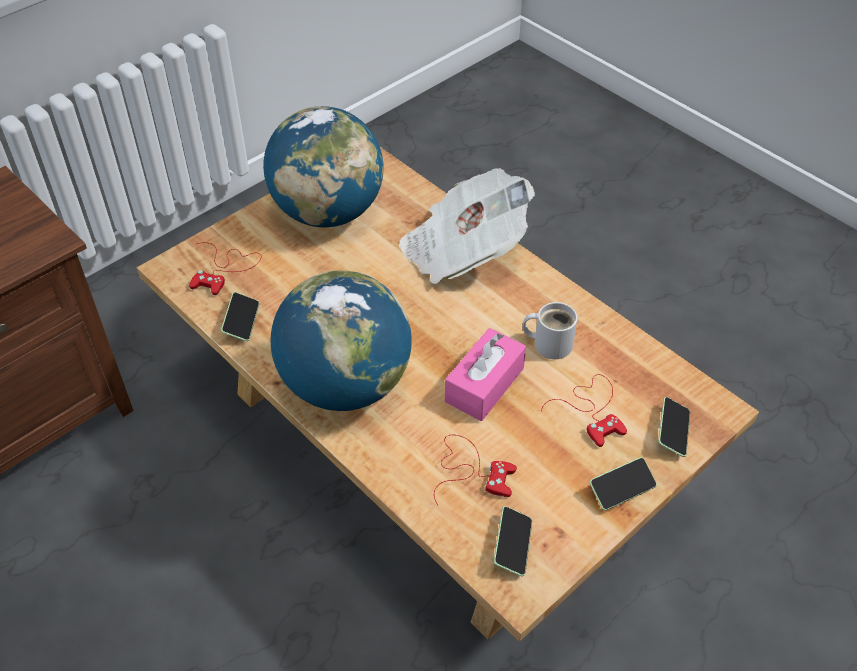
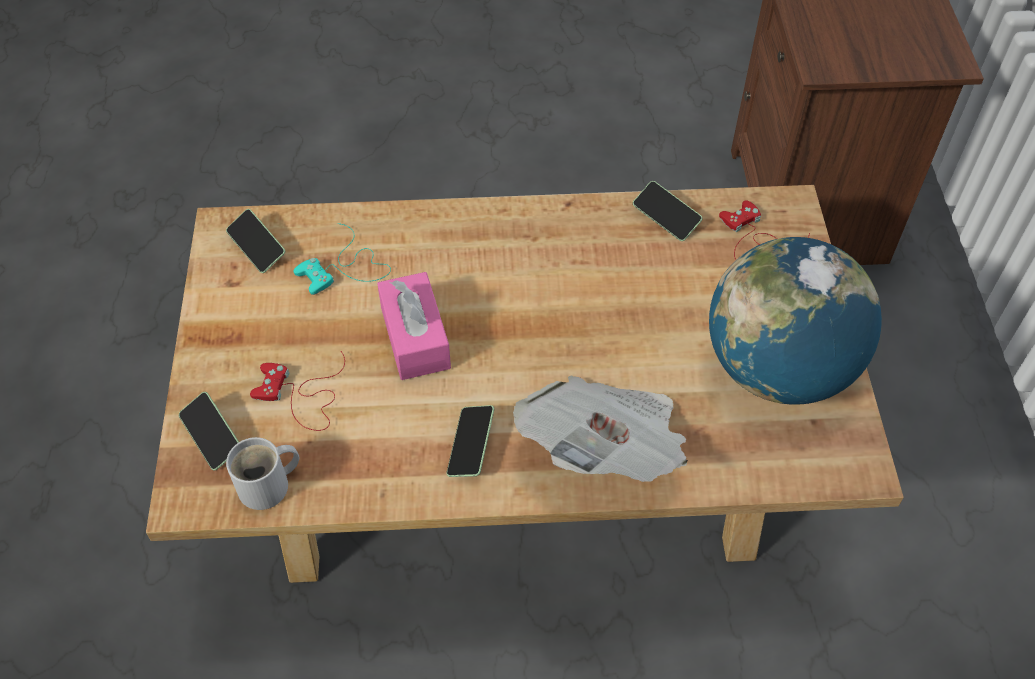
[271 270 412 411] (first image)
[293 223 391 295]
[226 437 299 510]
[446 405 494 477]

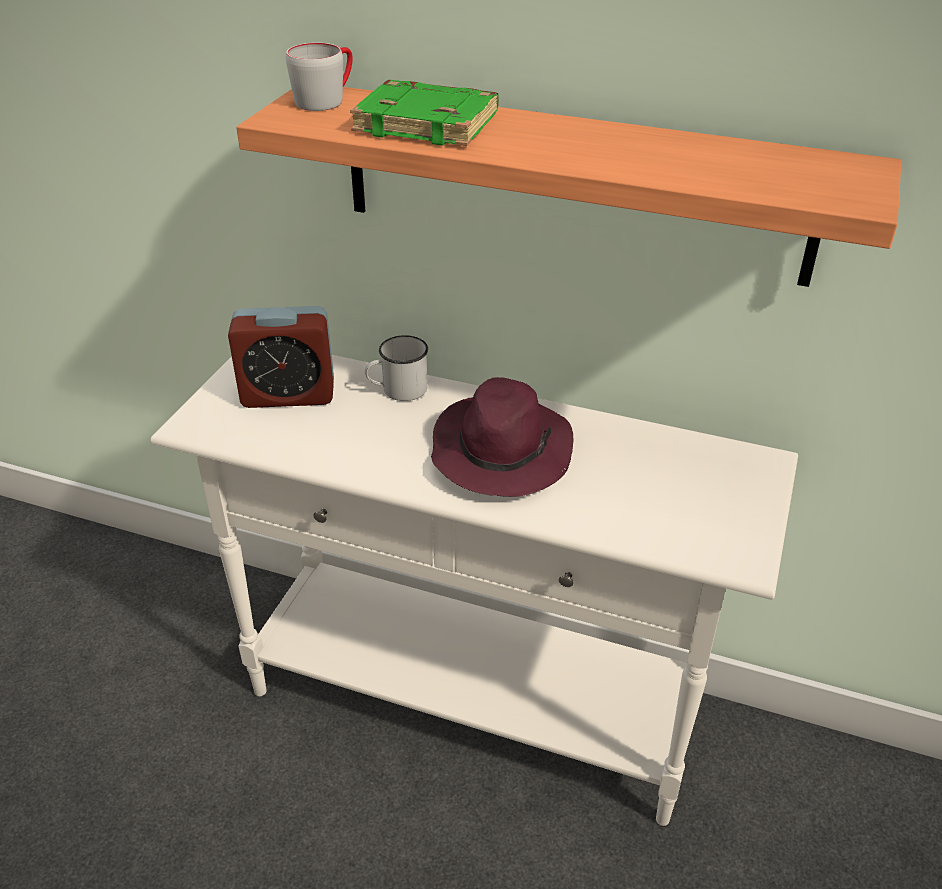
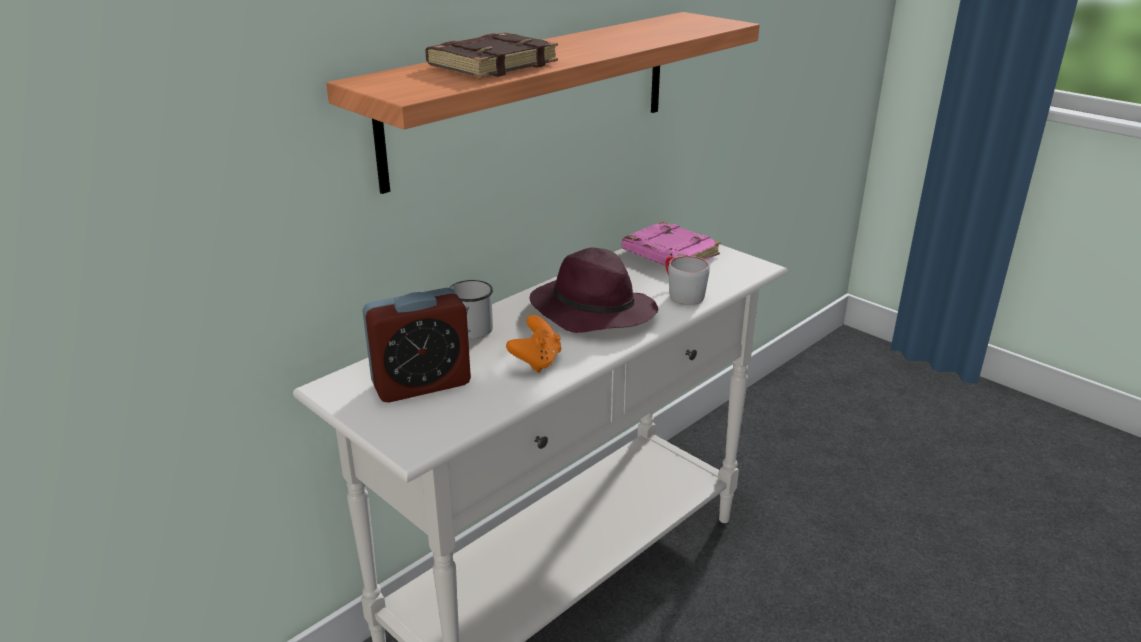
[362 288 471 403]
[666 256 710 305]
[425 33 558 78]
[506 315 561 373]
[622 221 721 266]

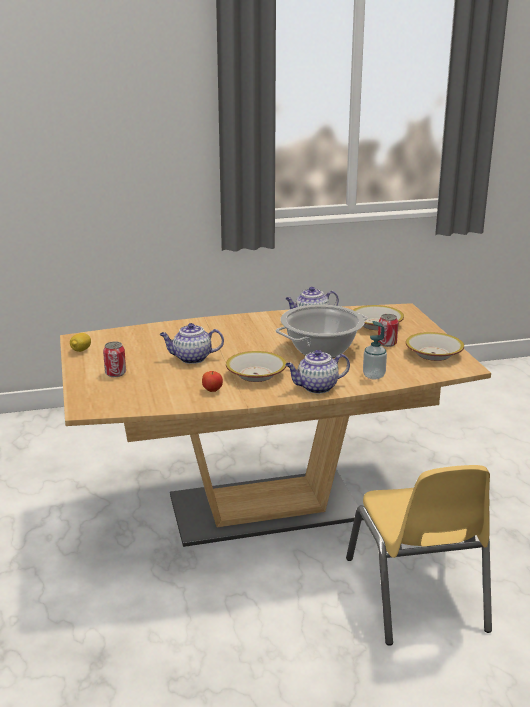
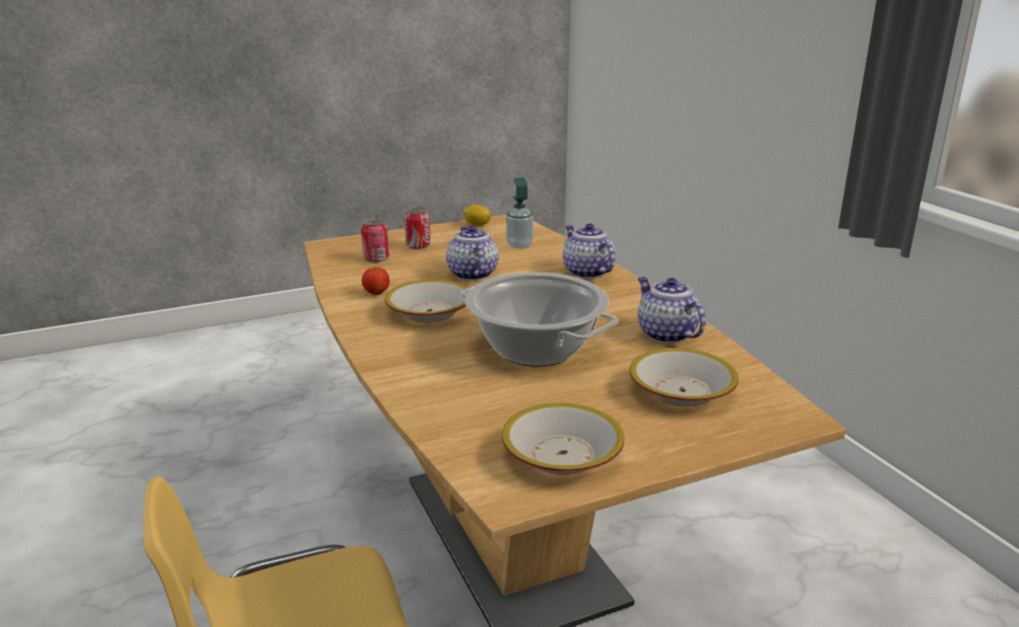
[563 223 615 278]
[506 177 533 249]
[361 218 389 262]

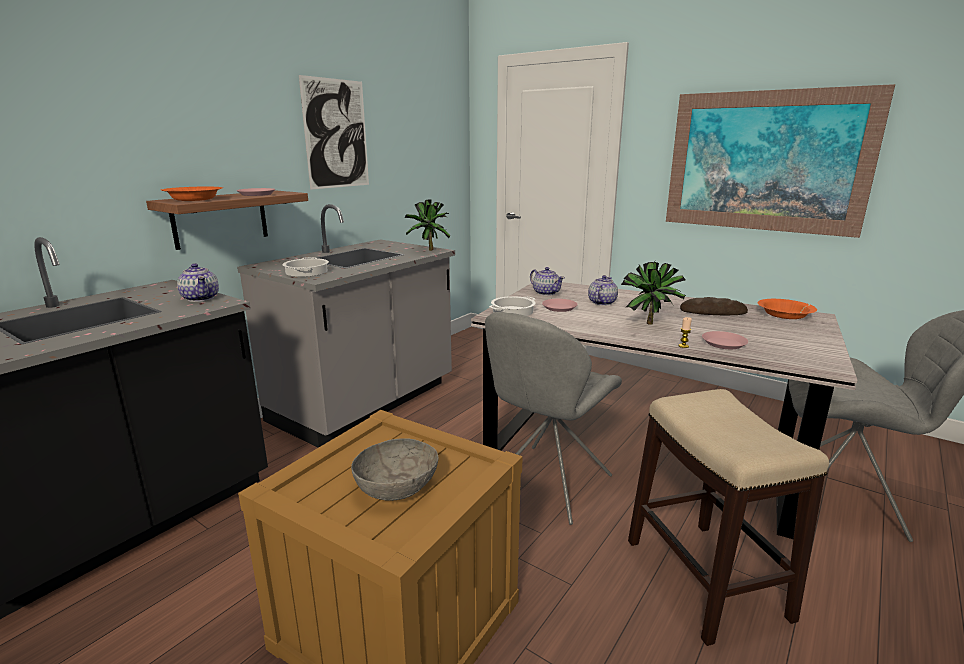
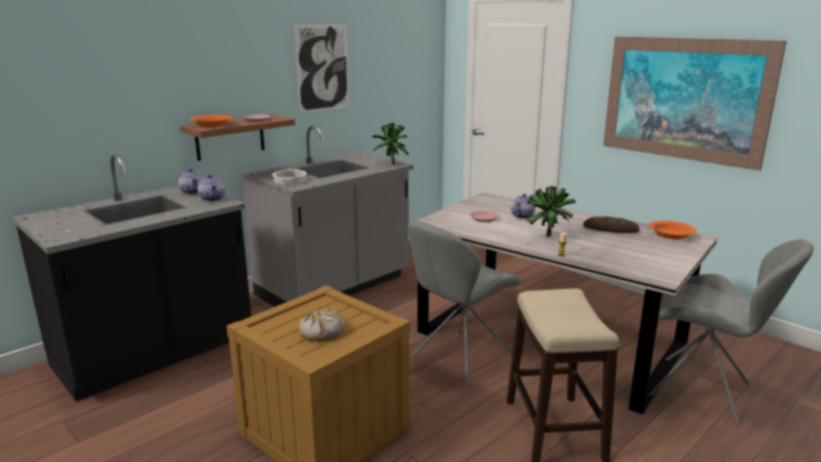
[299 309 346 341]
[489 296 536 316] (first image)
[178 168 204 194]
[702 331 748 349] (first image)

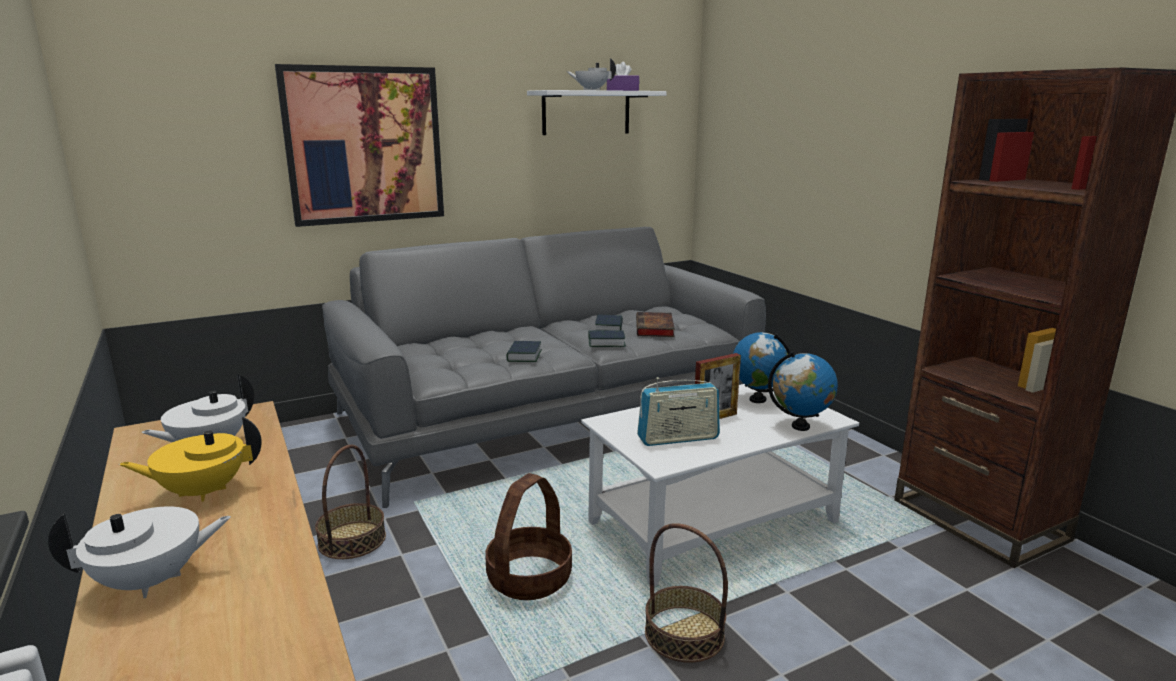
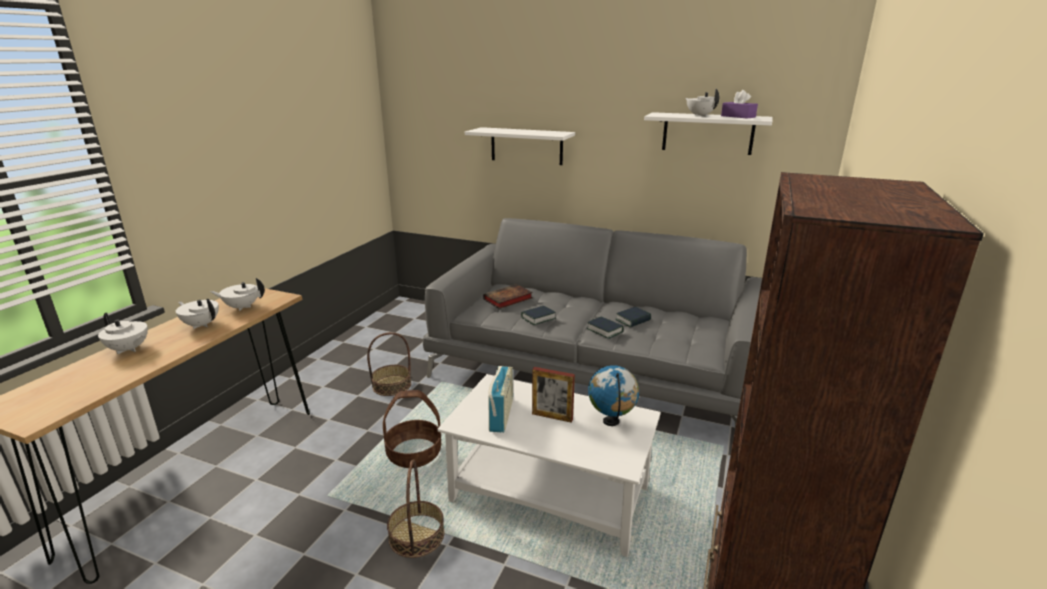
[176 299 219 329]
[465 127 575 165]
[483 284 533 309]
[488 366 513 433]
[768 351 838 431] (first image)

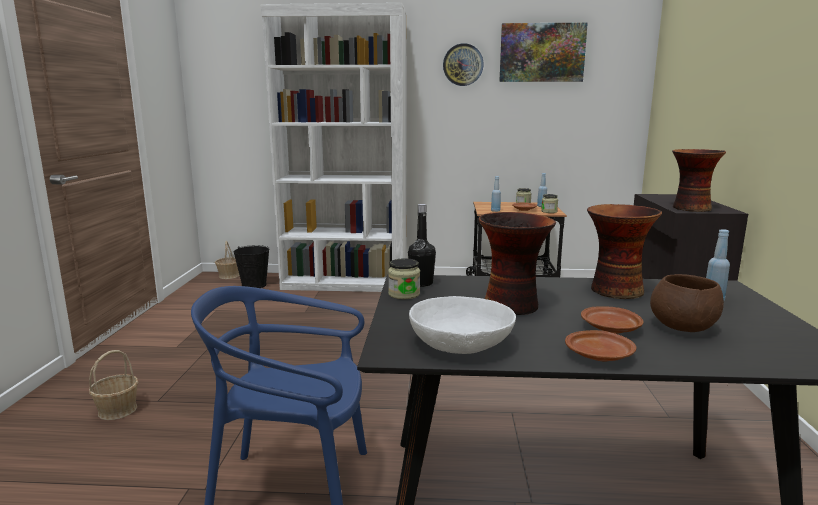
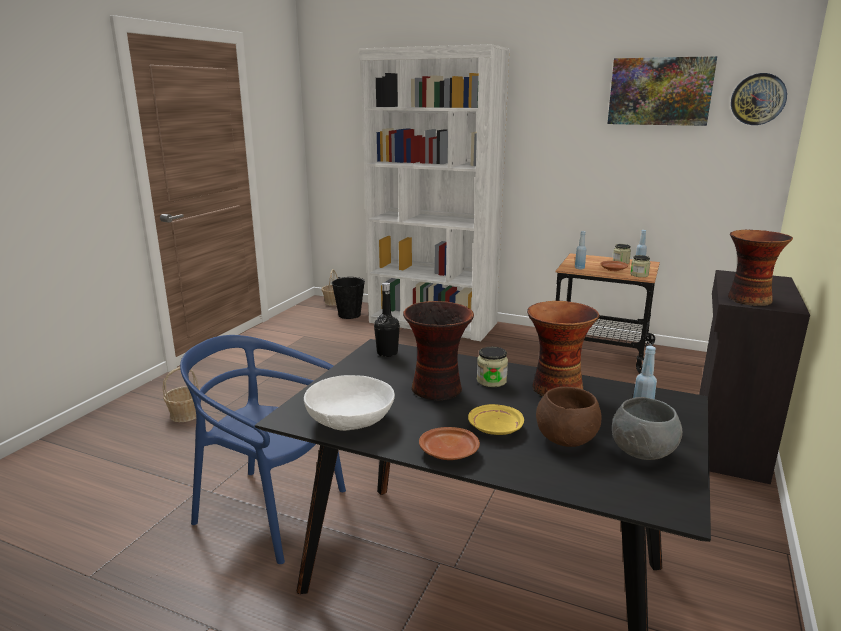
[477 347 508 387]
[731 73 787 125]
[468 404 524 435]
[612 397 682 460]

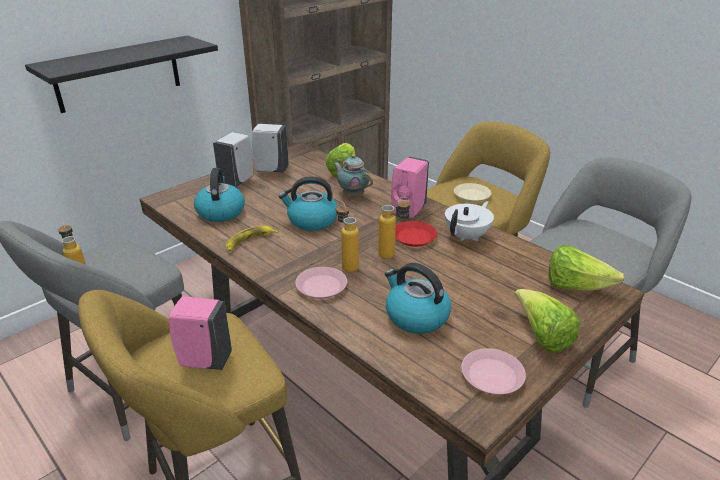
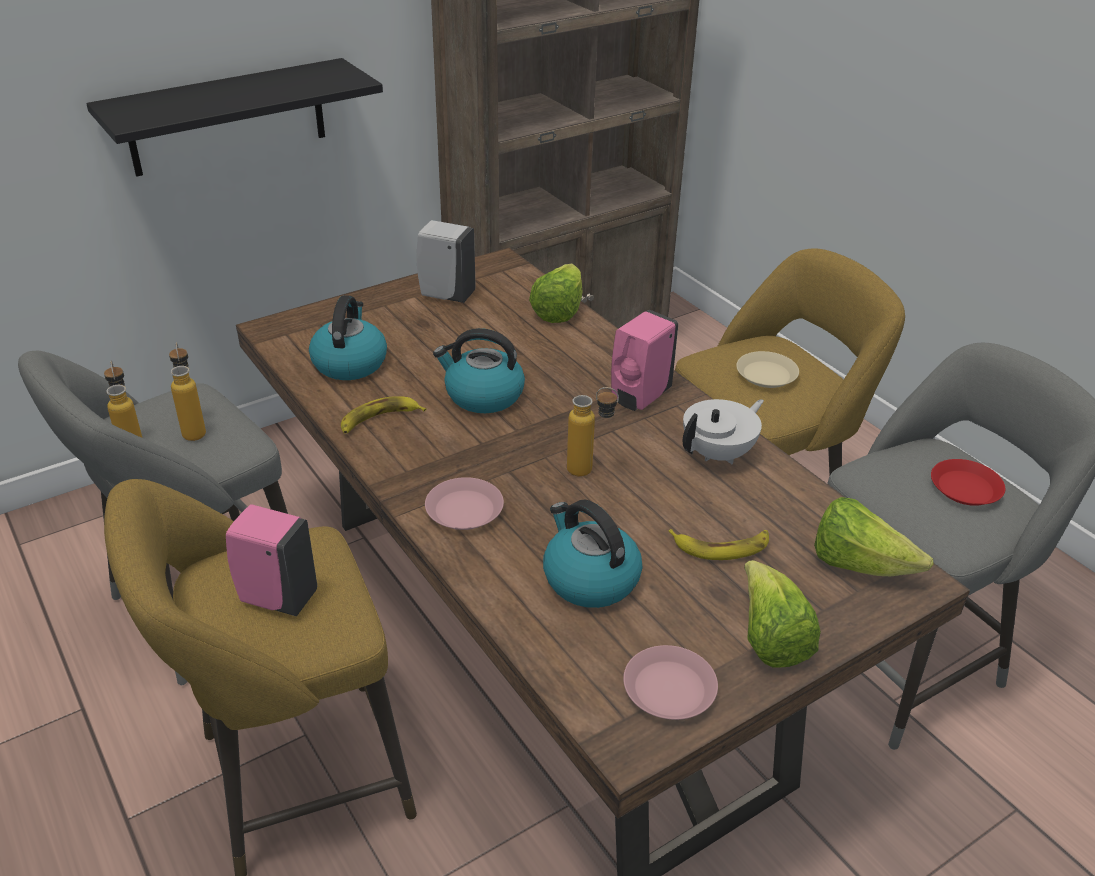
[213 132 253 187] (first image)
[334 154 373 197] (first image)
[169 342 206 441]
[931 459 1005 506]
[668 529 769 560]

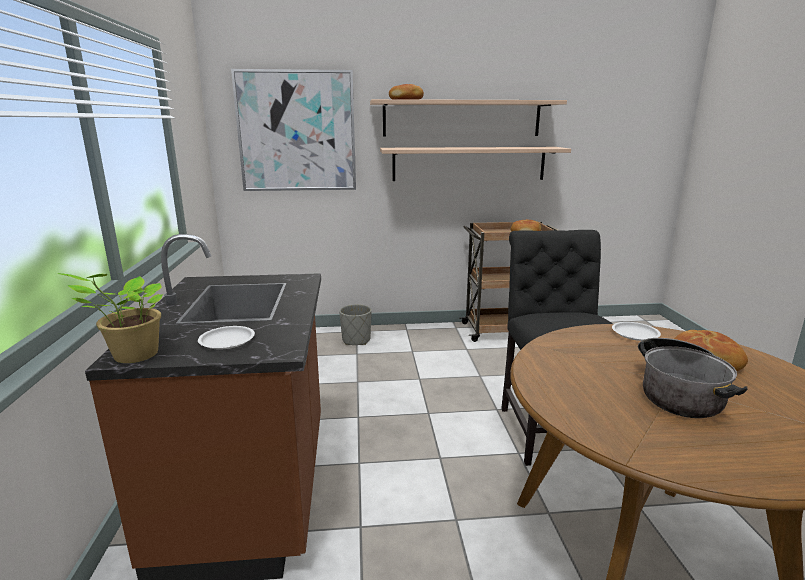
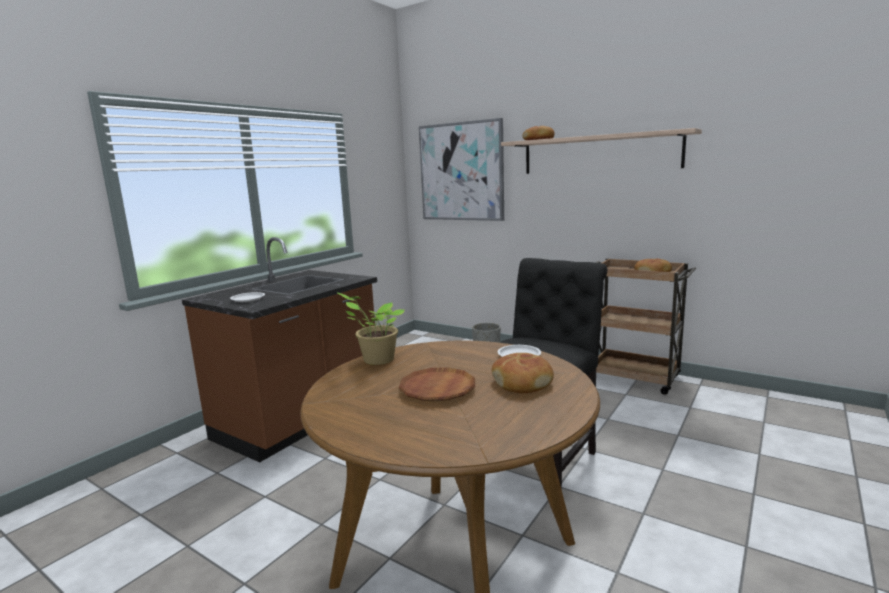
[337 293 405 365]
[380 147 571 181] (first image)
[399 367 475 401]

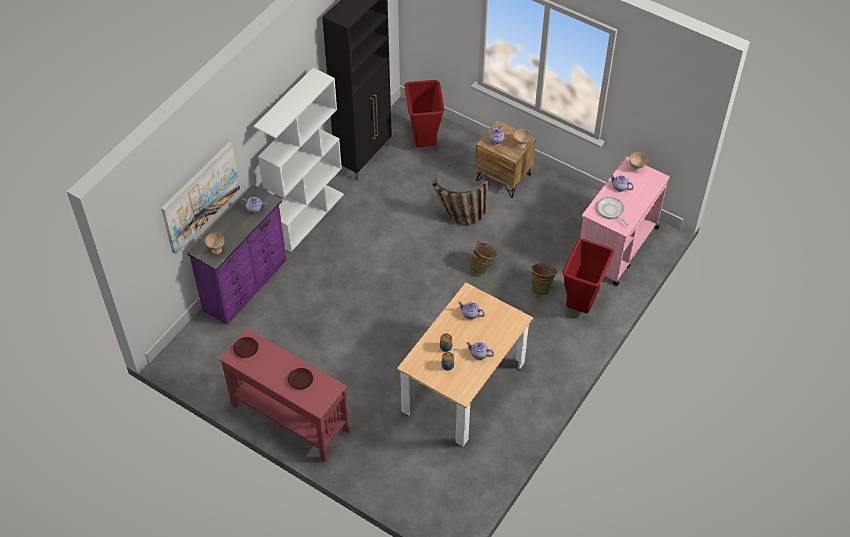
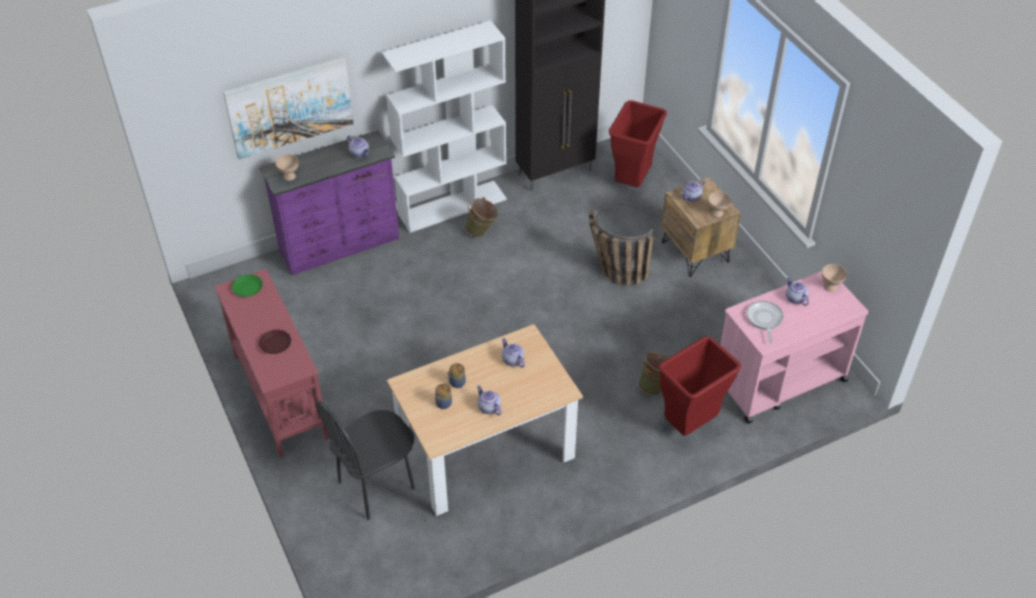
[232 274 263 297]
[465 197 499 237]
[316 401 415 520]

